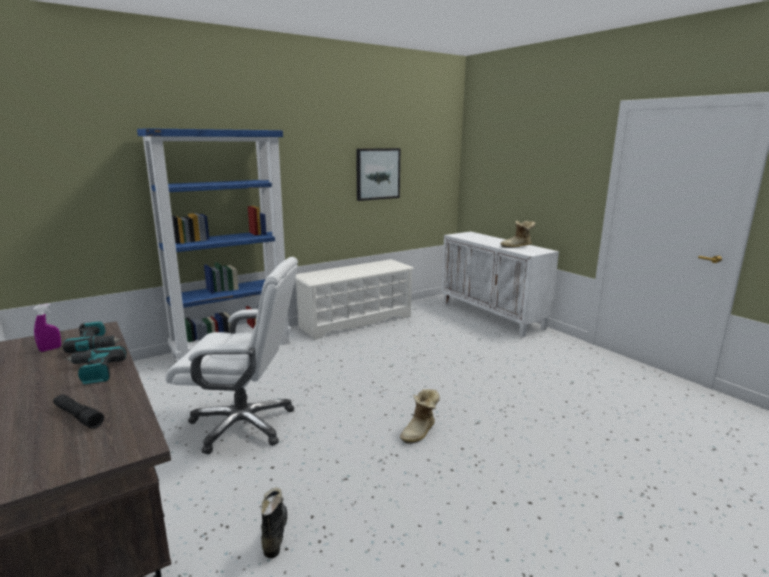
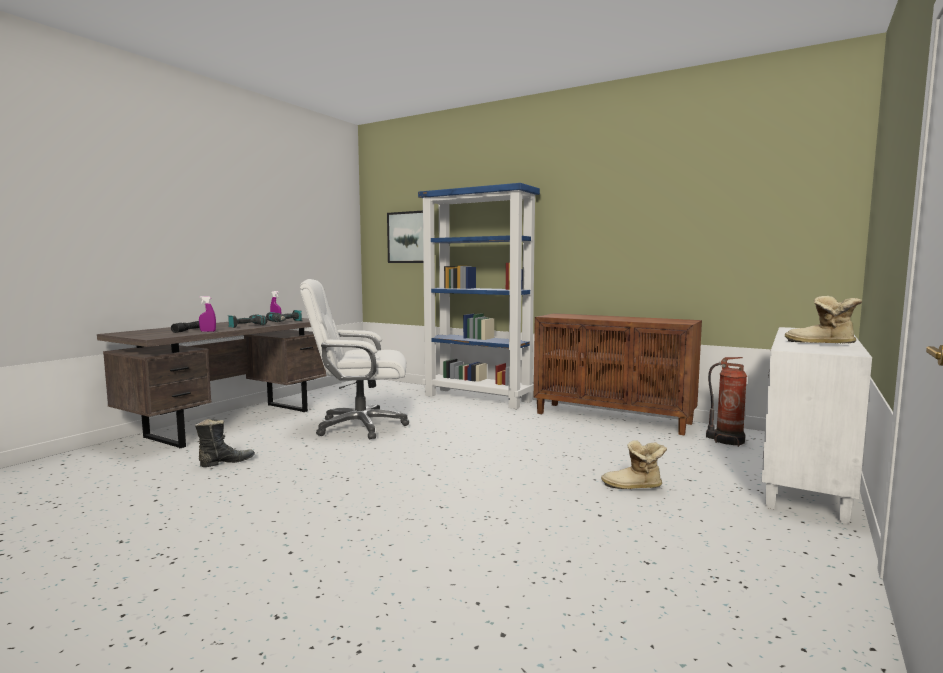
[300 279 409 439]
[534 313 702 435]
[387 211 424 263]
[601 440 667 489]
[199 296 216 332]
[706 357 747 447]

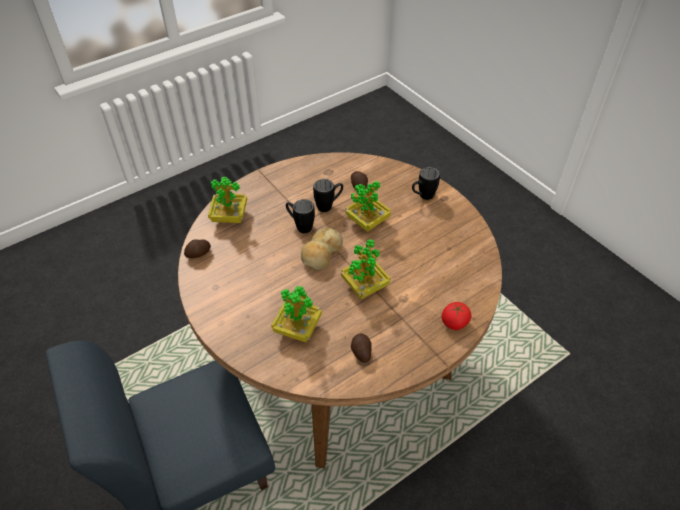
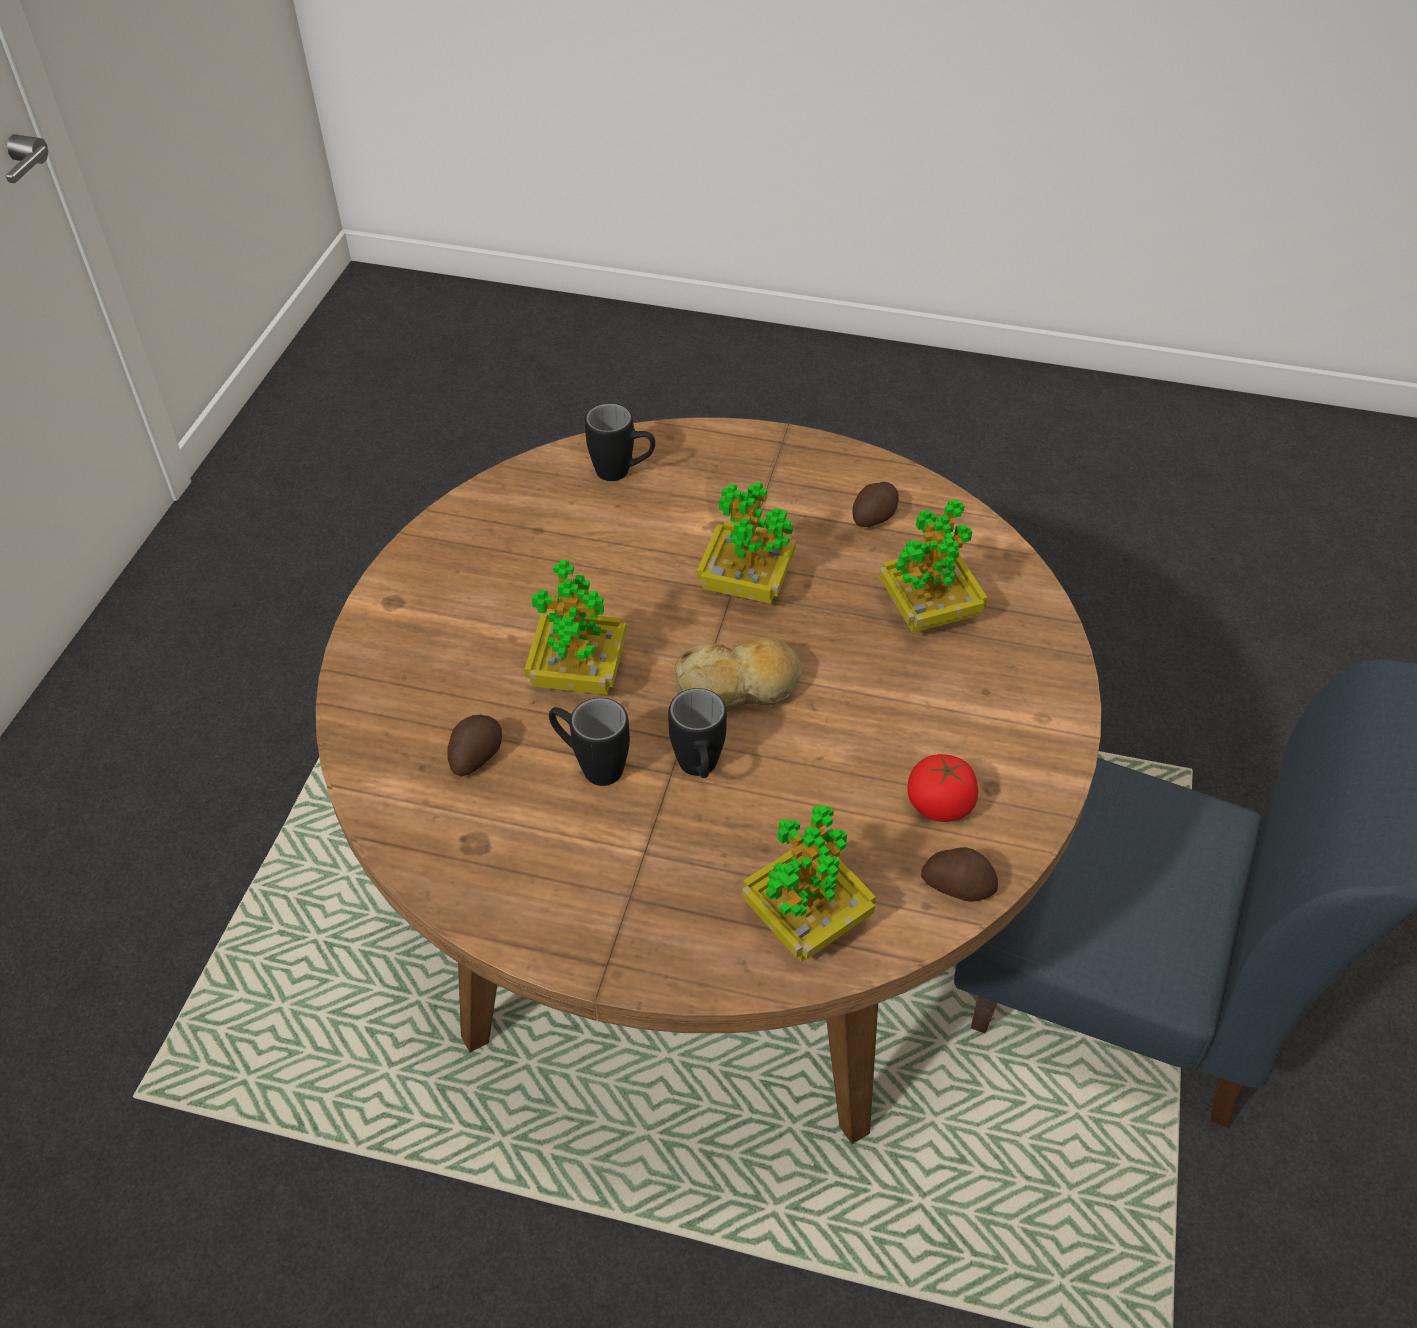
[585 403 655 481]
[907 754 978 822]

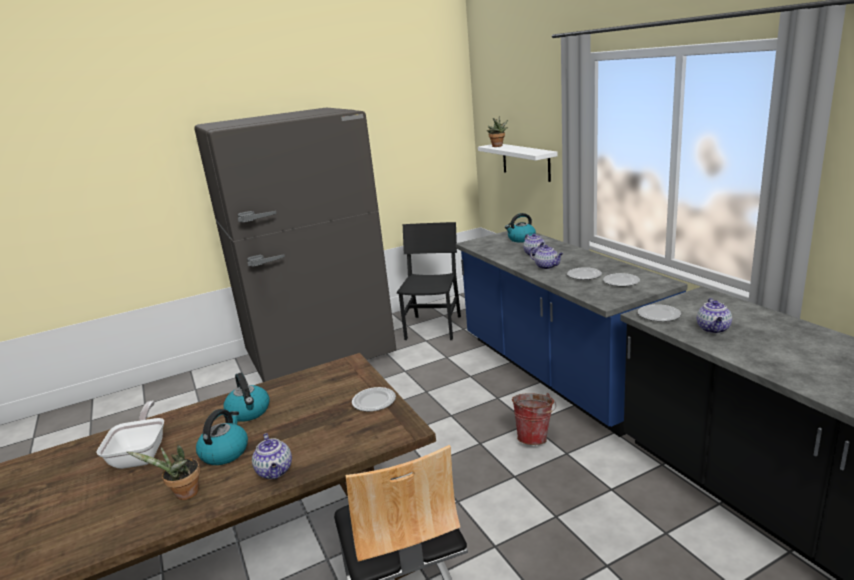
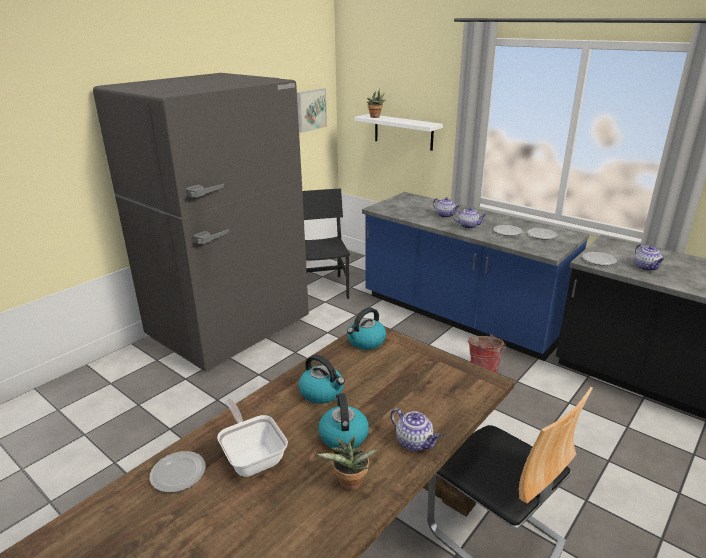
[150 451 206 493]
[347 307 386 350]
[297 88 327 133]

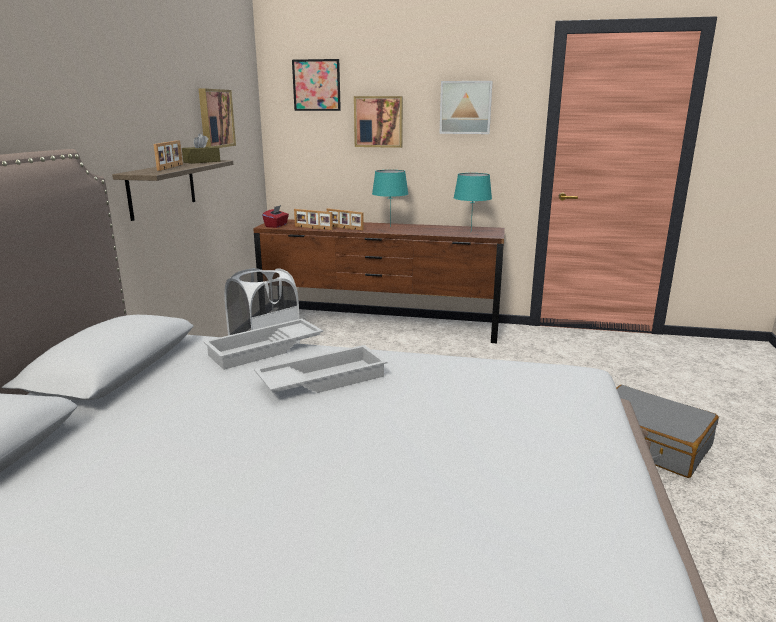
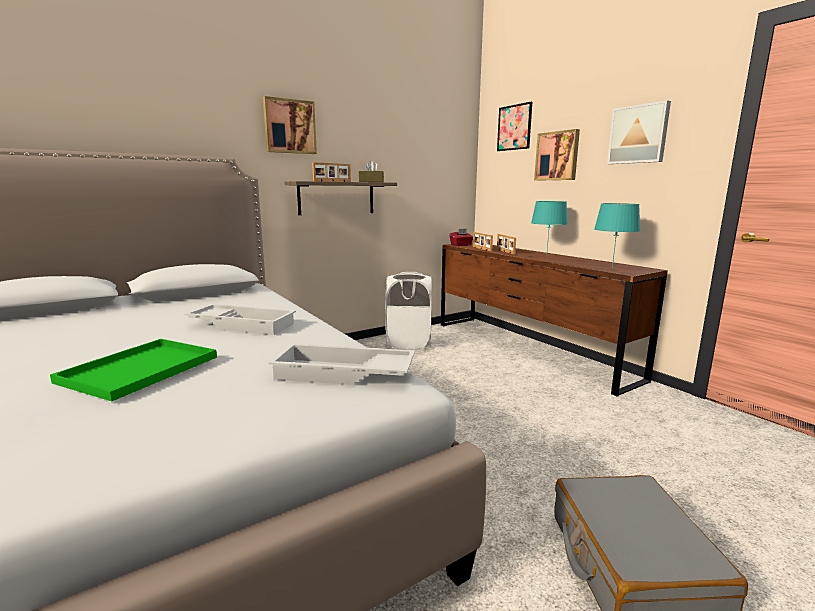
[263 96 317 154]
[268 344 415 385]
[50 339 217 401]

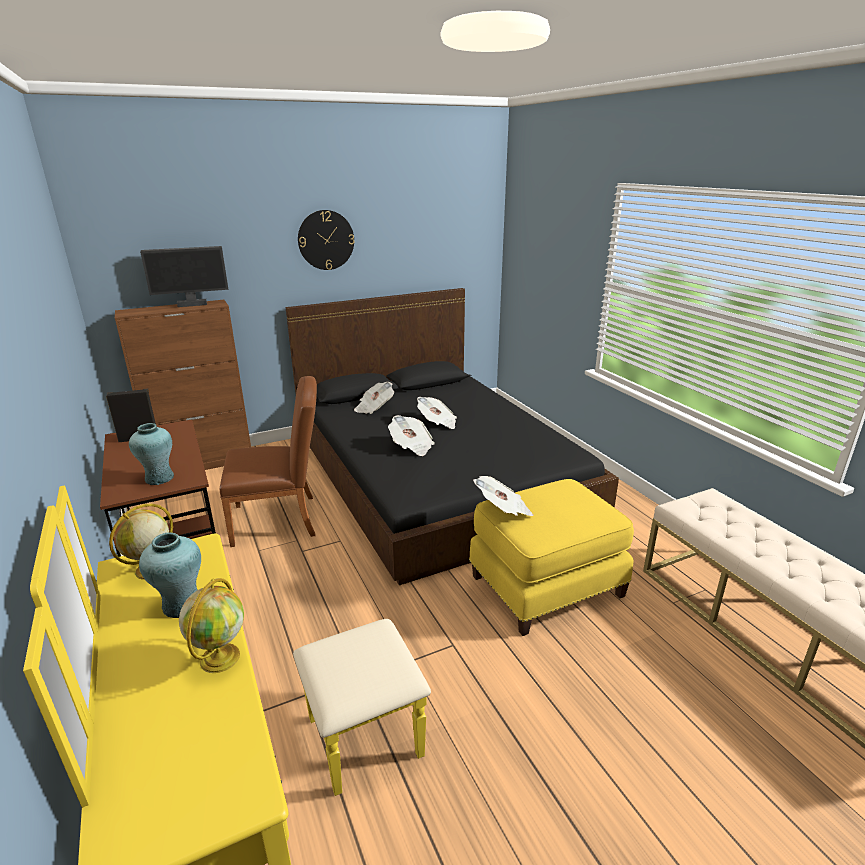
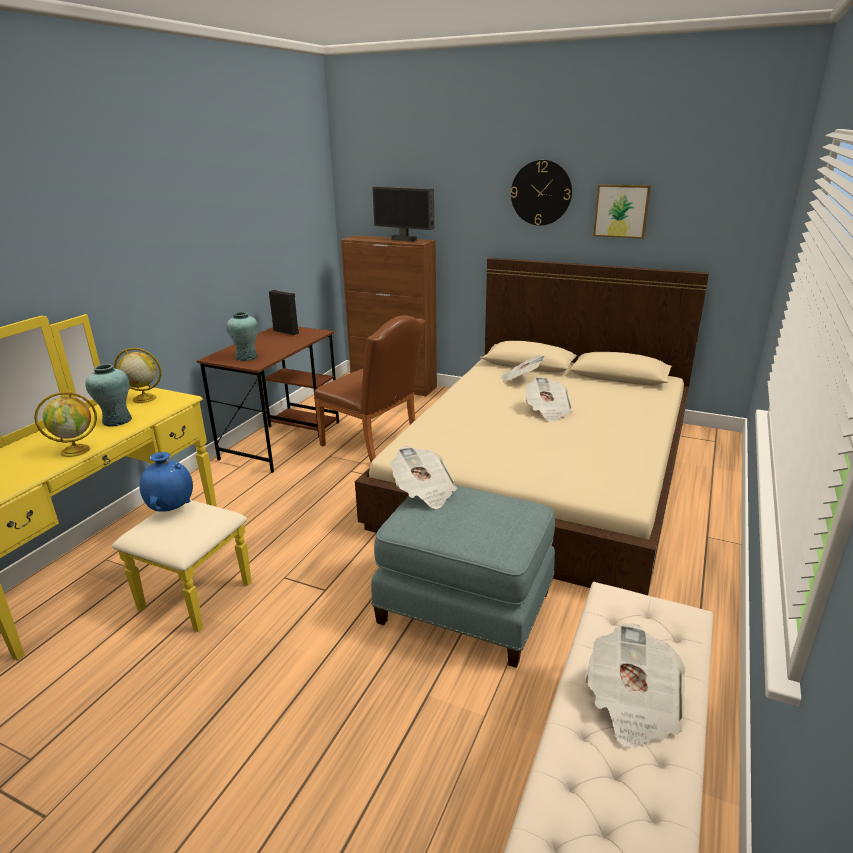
[355 258 709 595]
[585 623 685 748]
[371 485 555 668]
[139 452 193 512]
[593 184 651 239]

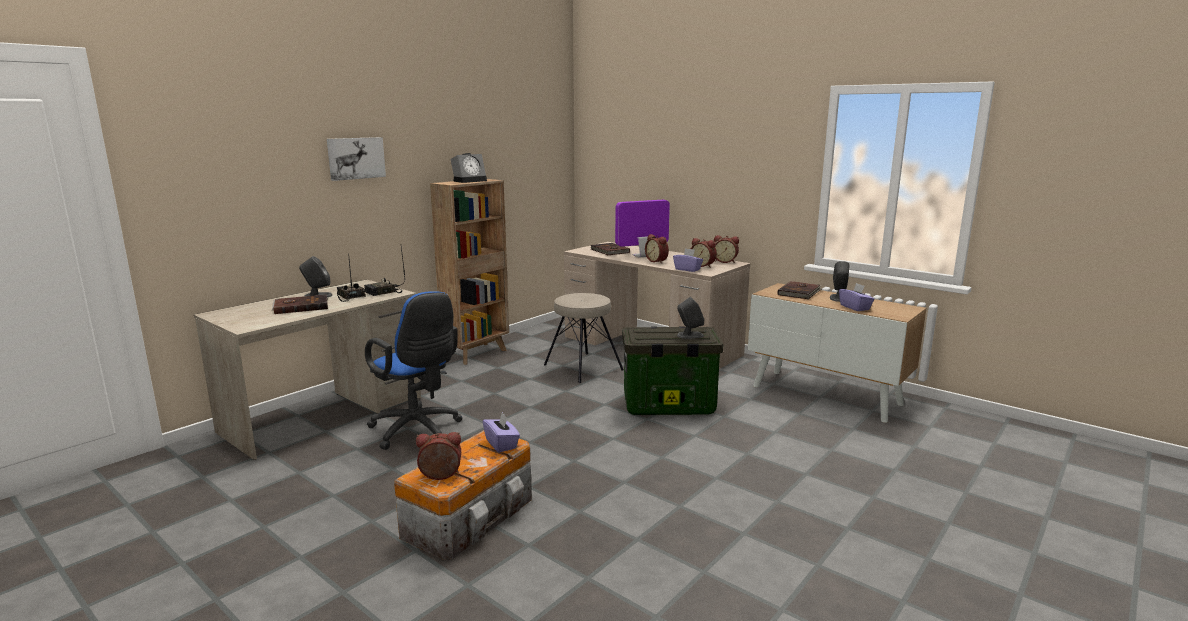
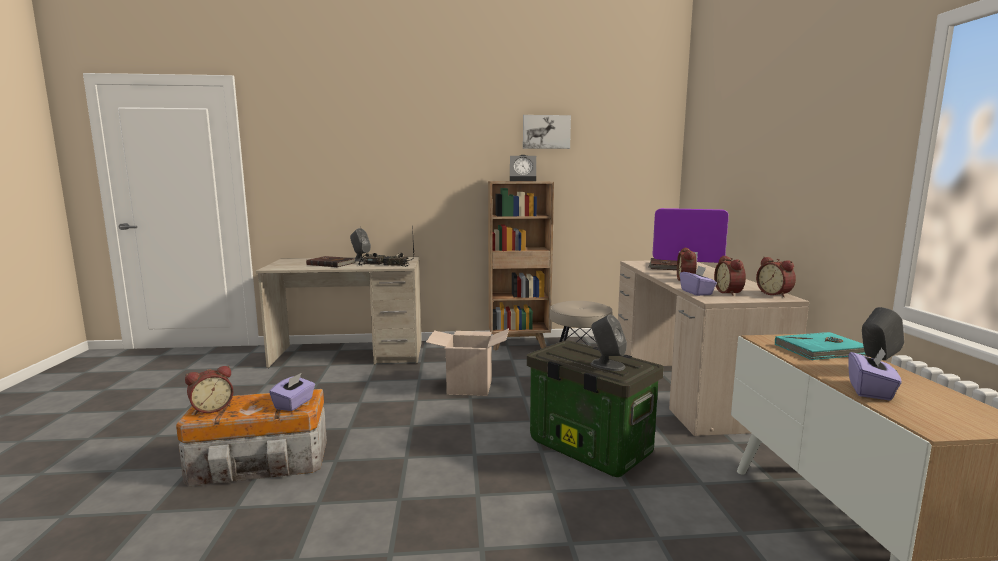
[523 115 571 149]
[365 291 463 450] (first image)
[185 365 234 415]
[775 332 866 360]
[426 328 509 396]

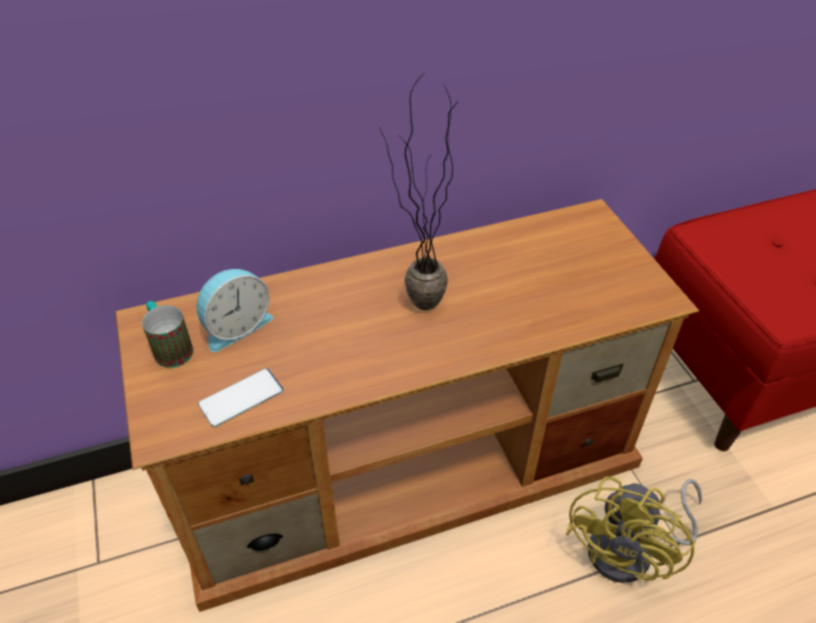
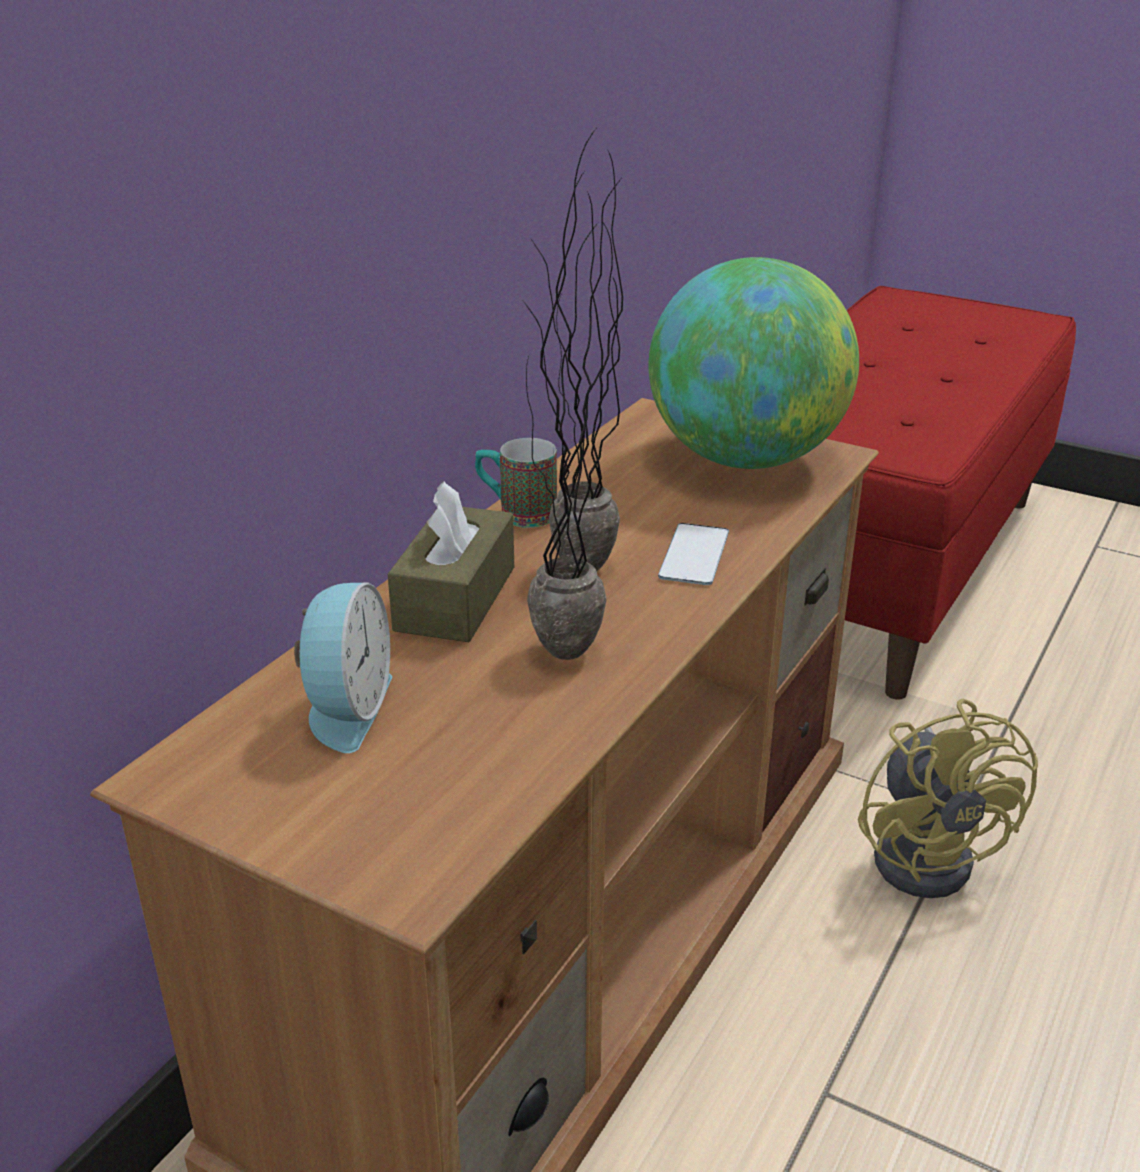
[475 438 557 528]
[658 523 729 585]
[388 481 514 642]
[524 172 620 660]
[648 257 859 469]

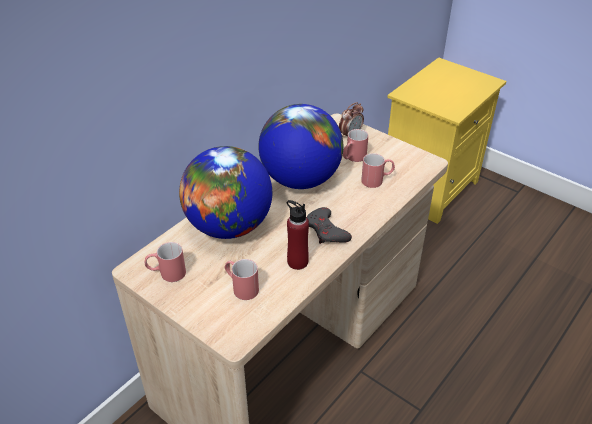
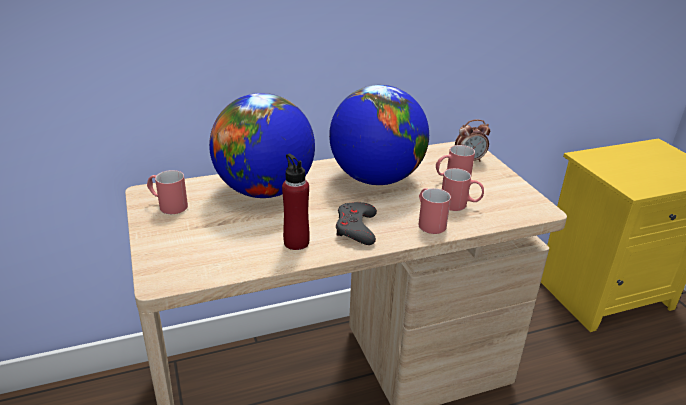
[418 188 451 234]

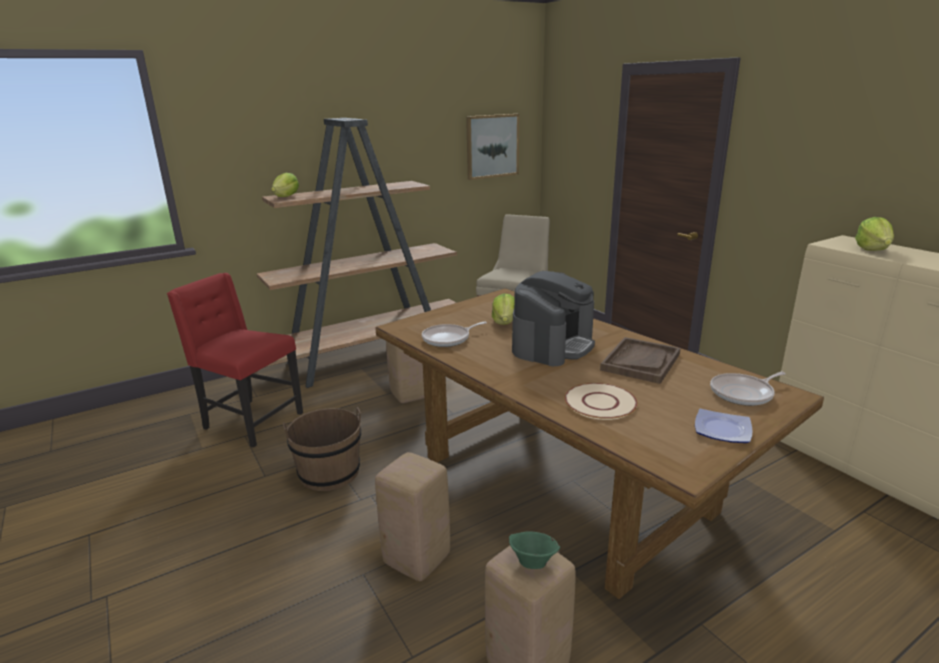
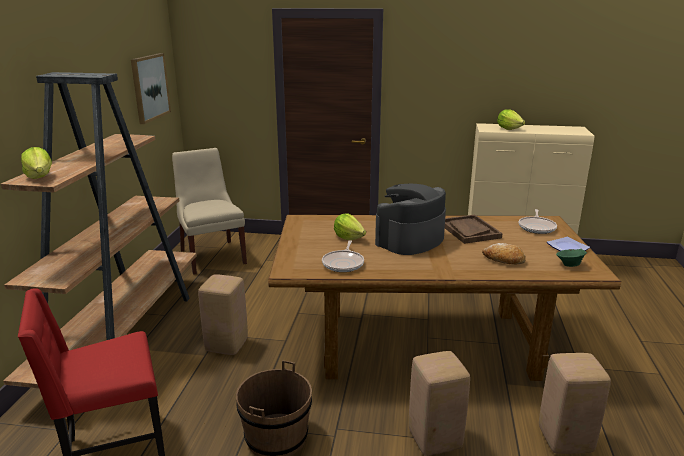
[556 249 587 267]
[375 184 446 255]
[482 243 526 264]

